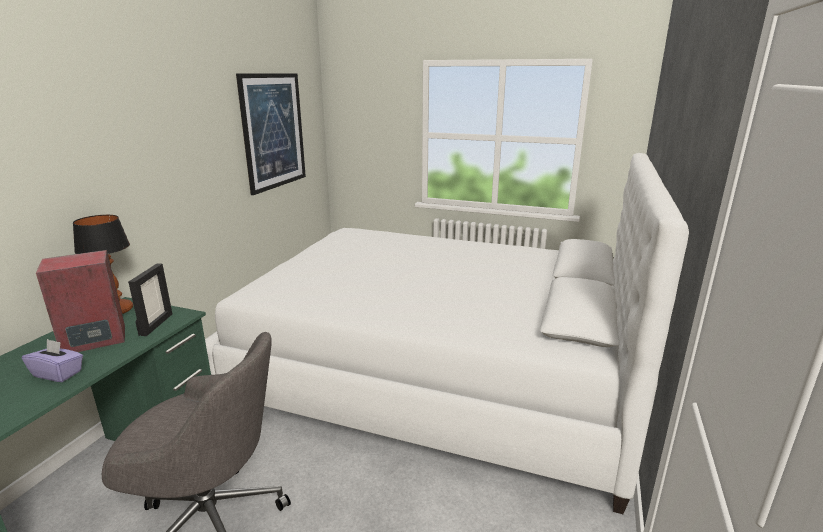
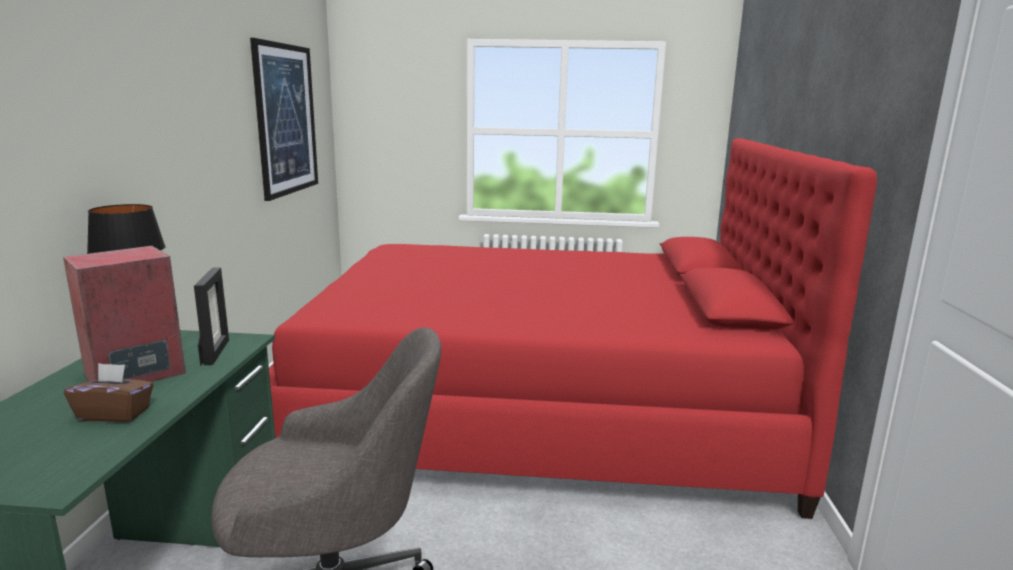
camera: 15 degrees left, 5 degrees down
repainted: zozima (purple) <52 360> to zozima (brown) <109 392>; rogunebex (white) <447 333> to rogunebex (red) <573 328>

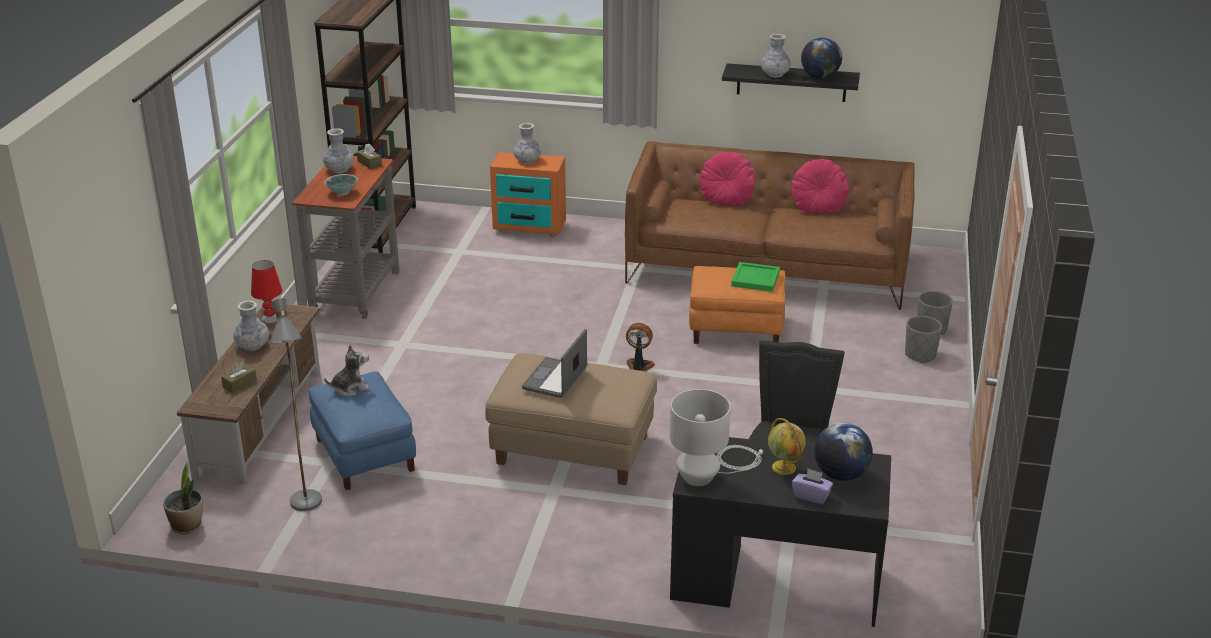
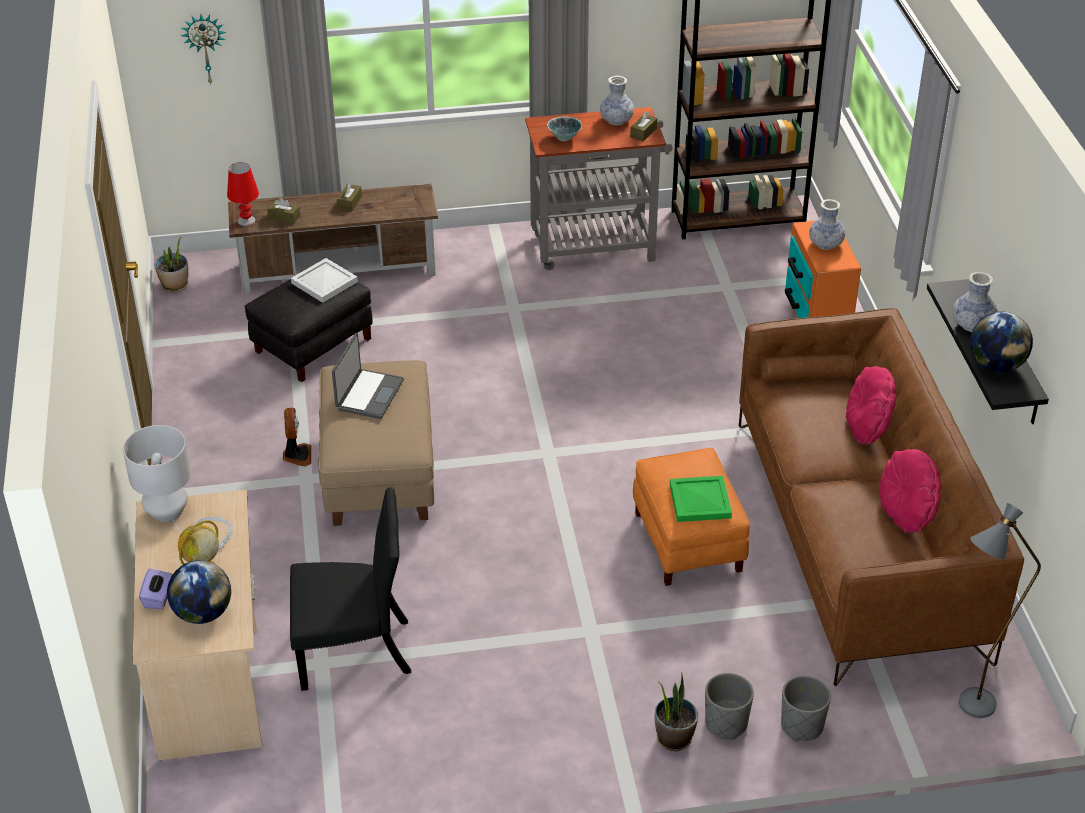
camera: 70 degrees right, 10 degrees up
new: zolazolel <203 50>; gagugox <676 712>
shifted: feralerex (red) <266 291> to <243 194>; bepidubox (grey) <295 404> to <1000 610>; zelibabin <640 347> to <297 437>
swapped: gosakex <251 325> to zozima (brown) <349 196>; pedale <347 370> to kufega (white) <324 280>
repainted: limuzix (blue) <362 430> to limuzix (black) <308 330>; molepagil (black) <780 532> to molepagil (beige) <197 625>
rotated: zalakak <554 363> = <368 376> 105 degrees clockwise

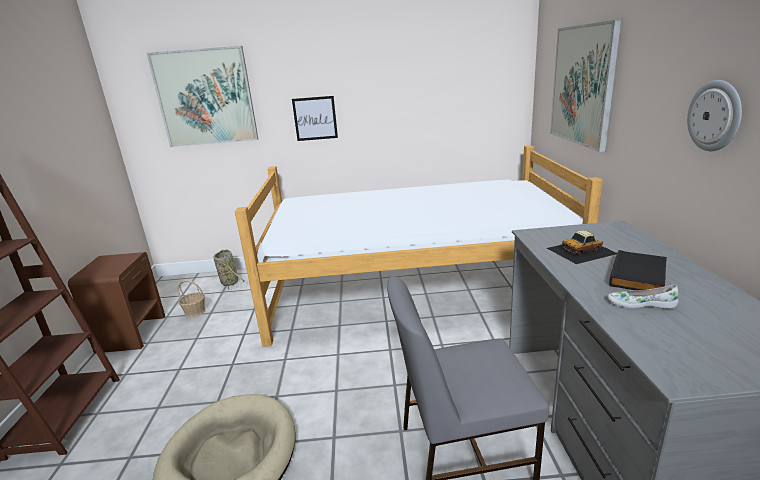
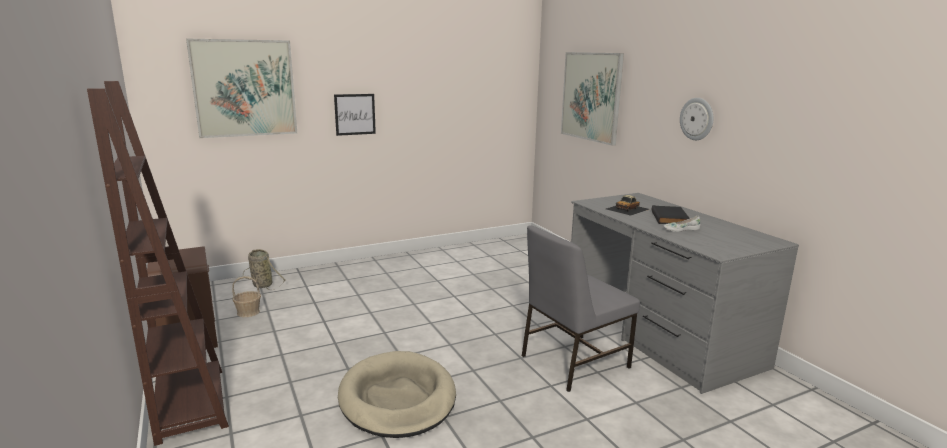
camera: 25 degrees left, 5 degrees down
gone: rogunebex <419 246>

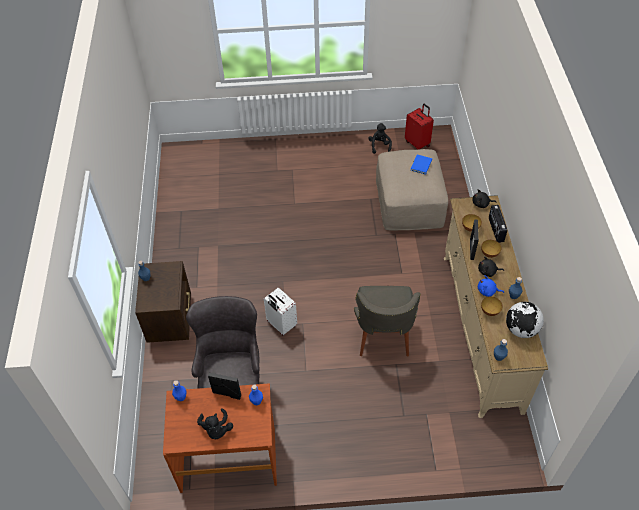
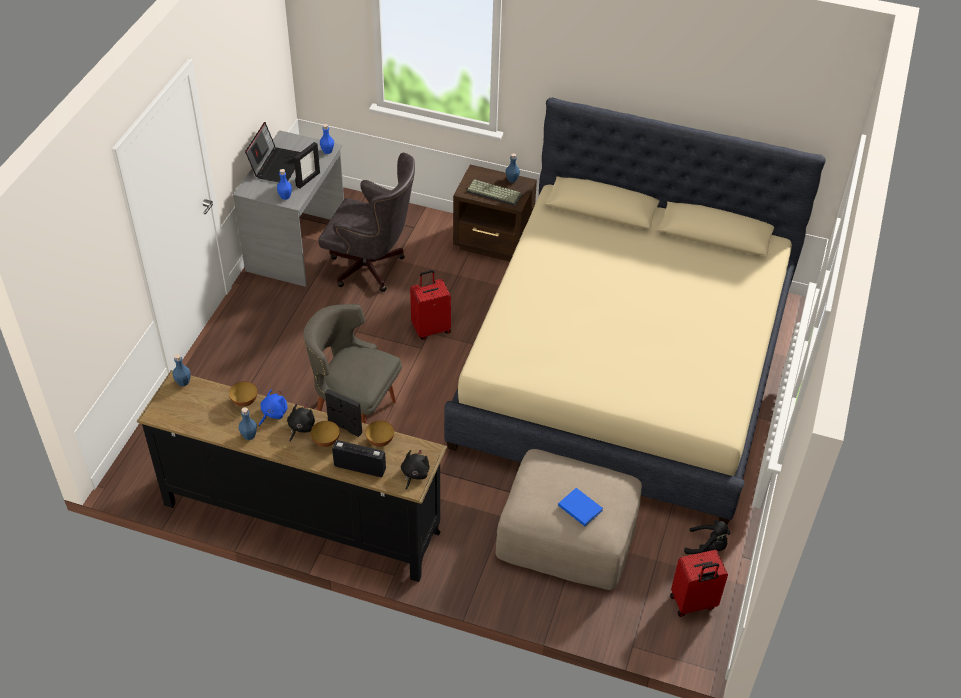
camera: 110 degrees right, 5 degrees down
gone: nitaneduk <525 320>
new: rogunebex (beige) <634 310>; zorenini <494 192>
swapped: pedale (black) <215 423> to zalakak <272 152>
repainted: molepagil (brown) <220 438> to molepagil (grey) <288 208>; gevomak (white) <280 312> to gevomak (red) <430 305>; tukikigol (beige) <496 306> to tukikigol (black) <292 476>

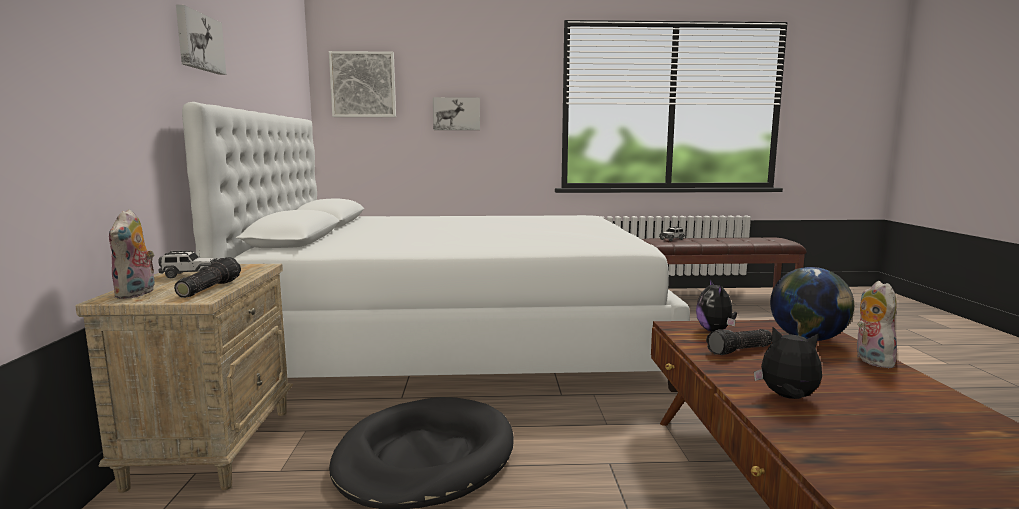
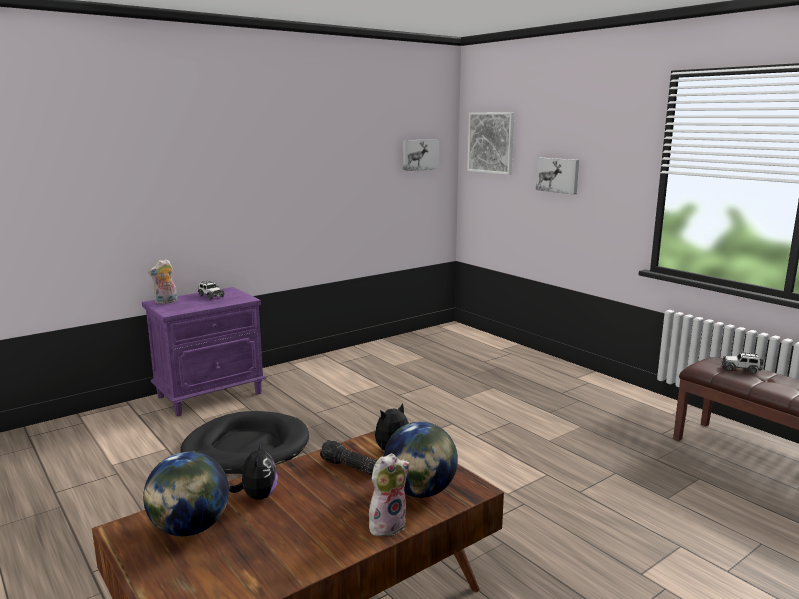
camera: 55 degrees right, 5 degrees up
gone: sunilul <207 277>; rogunebex (white) <436 247>
new: nitaneduk <186 493>
shifted: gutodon <201 40> to <421 155>
repainted: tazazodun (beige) <184 378> to tazazodun (purple) <204 351>

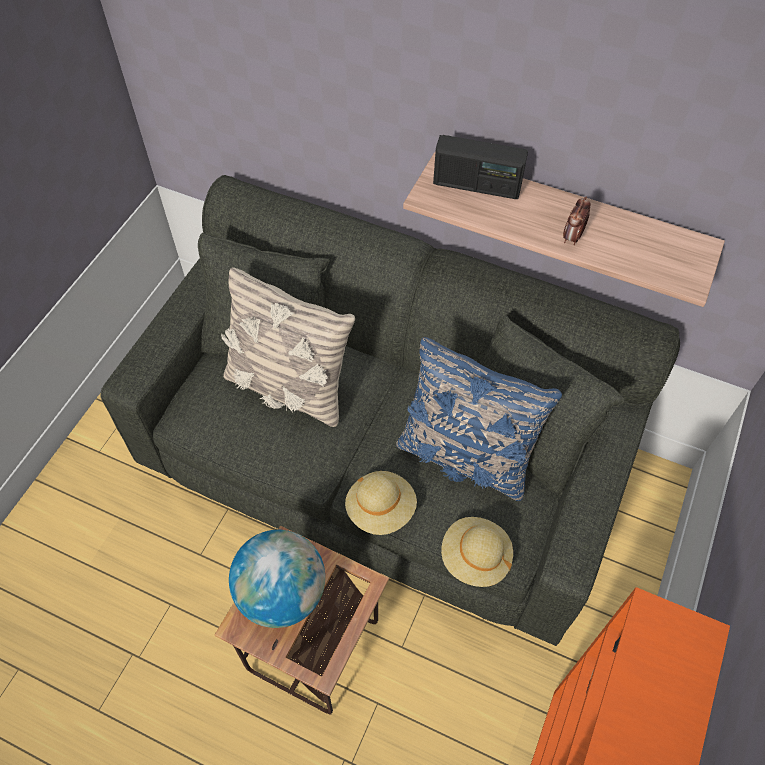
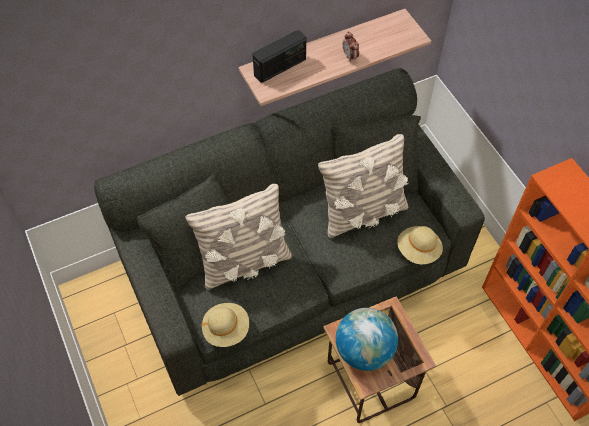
camera: 50 degrees left, 0 degrees up
shifted: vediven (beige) <381 503> to <225 325>
repainted: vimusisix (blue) <479 419> to vimusisix (beige) <363 186>

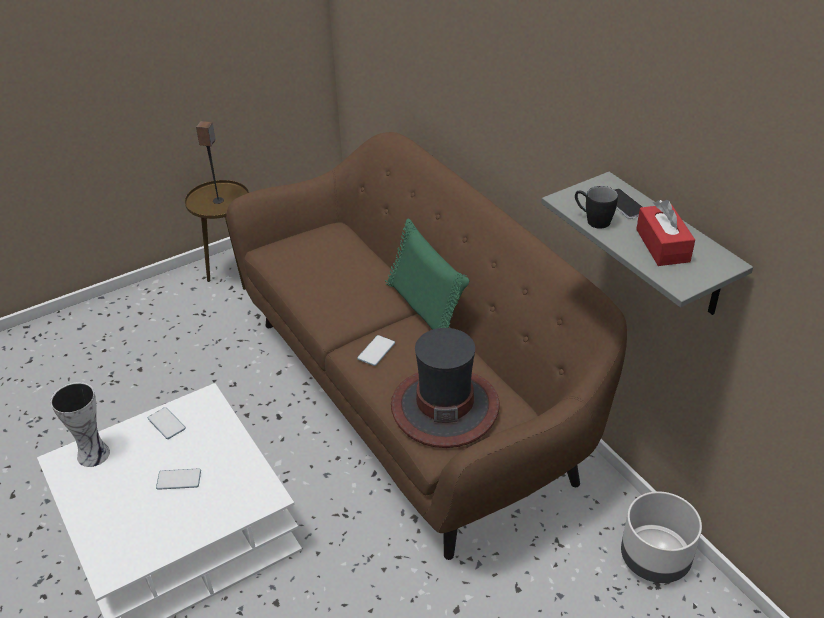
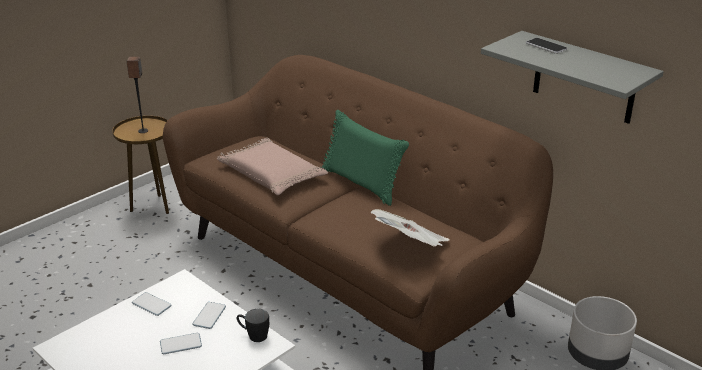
camera: 15 degrees left, 10 degrees down
gone: gosakex <80 424>; zozima (red) <665 233>
new: vimusisix (beige) <272 166>
shifted: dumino <376 350> to <209 315>; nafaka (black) <596 207> to <253 325>
swapped: vediven <445 388> to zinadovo <410 228>

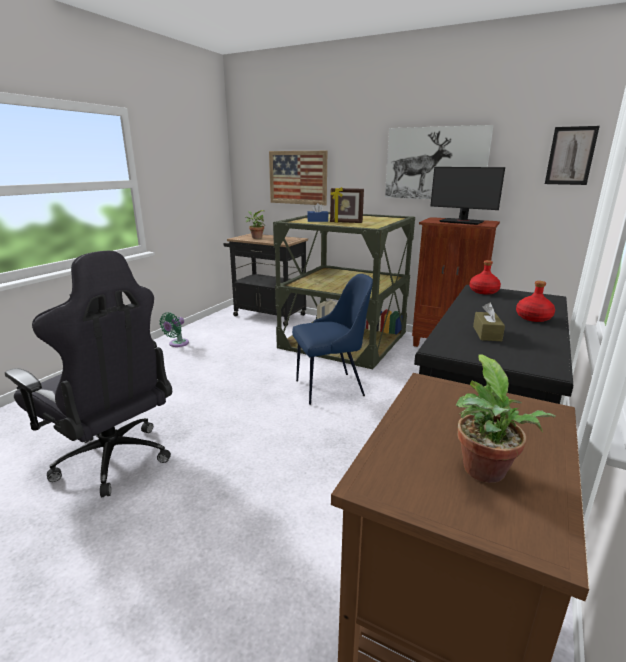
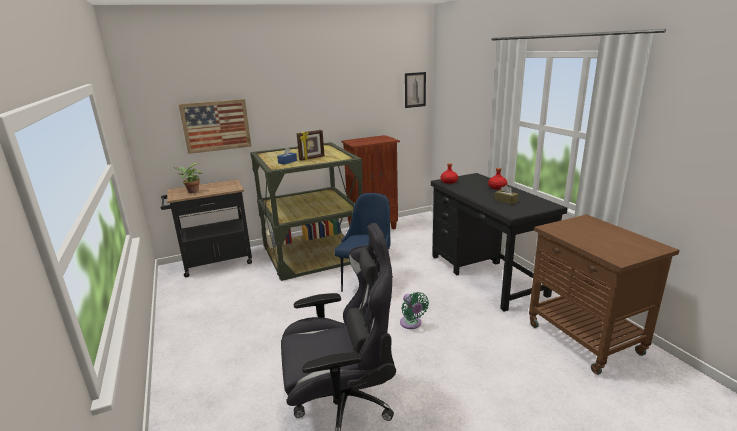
camera: 50 degrees left, 0 degrees up
gone: gutodon <439 162>; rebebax <468 196>; gagugox <506 418>
shifted: zelibabin (green) <174 329> to <414 310>

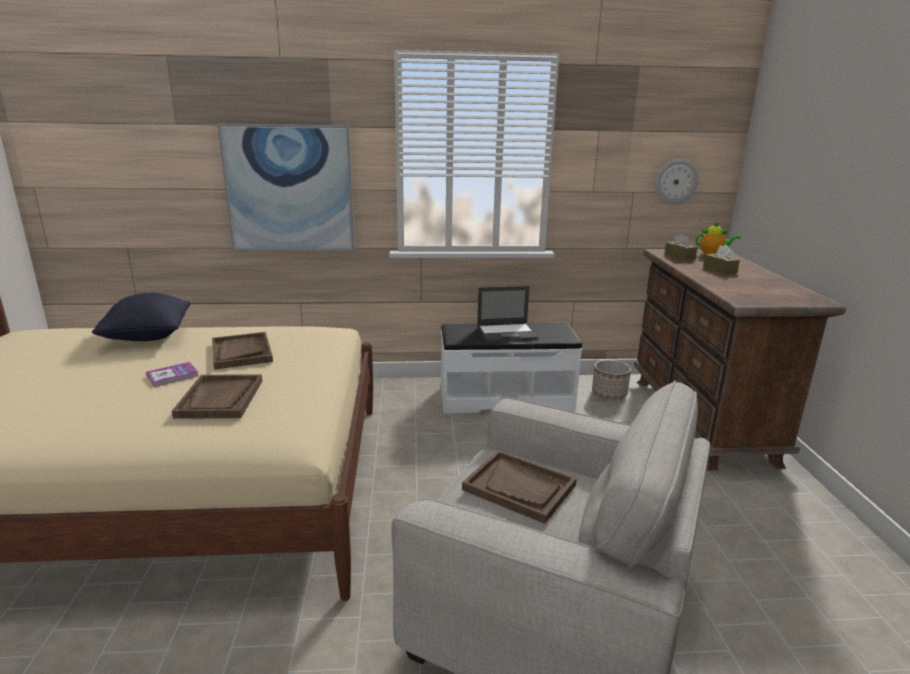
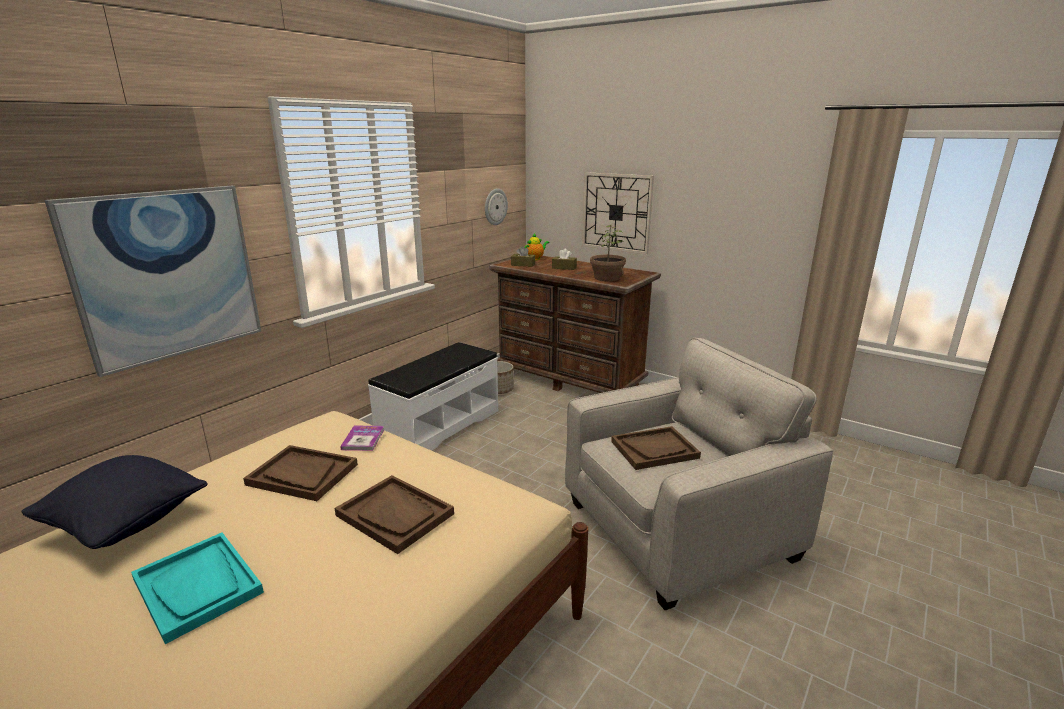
camera: 50 degrees left, 0 degrees up
gone: zalakak <507 314>
new: kufega (turquoise) <197 588>; zolazolel <618 213>; gagugox <608 253>
shifted: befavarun <172 374> to <362 438>

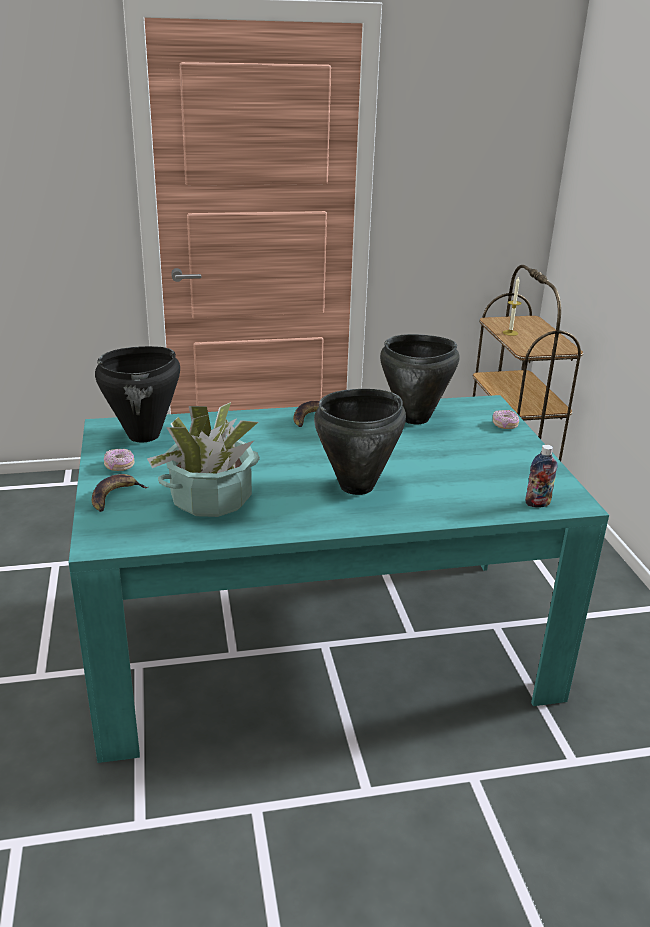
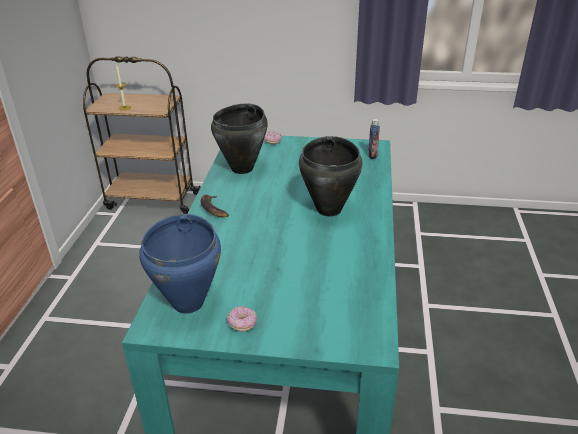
camera: 70 degrees left, 5 degrees up
gone: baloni <120 493>; gagugox <203 459>
repainted: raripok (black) <137 394> to raripok (blue) <180 264>

